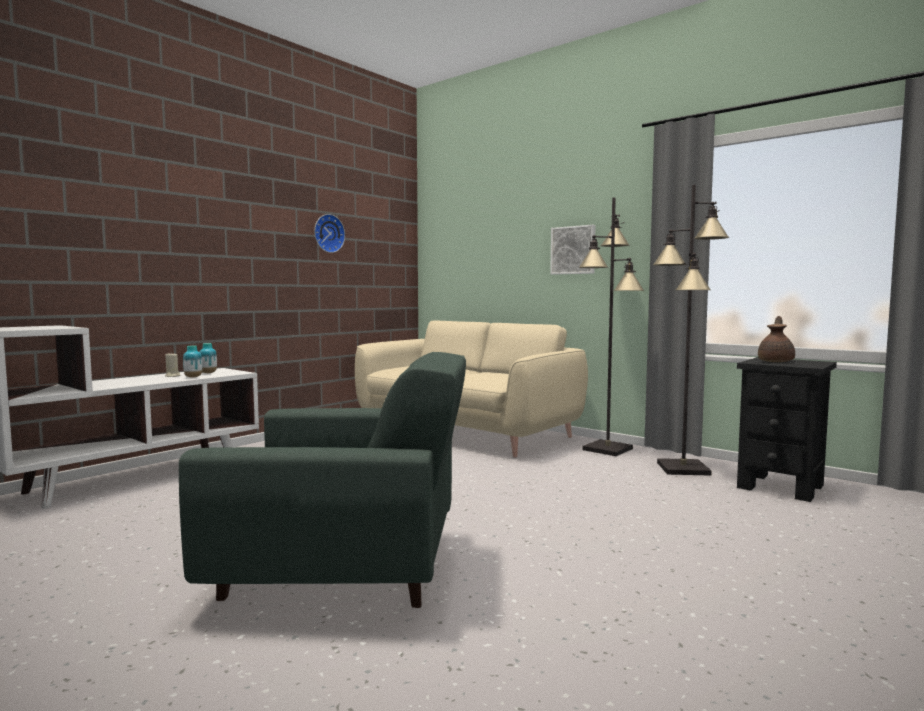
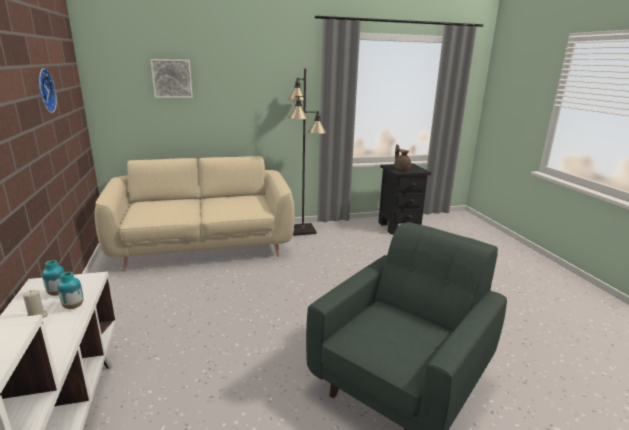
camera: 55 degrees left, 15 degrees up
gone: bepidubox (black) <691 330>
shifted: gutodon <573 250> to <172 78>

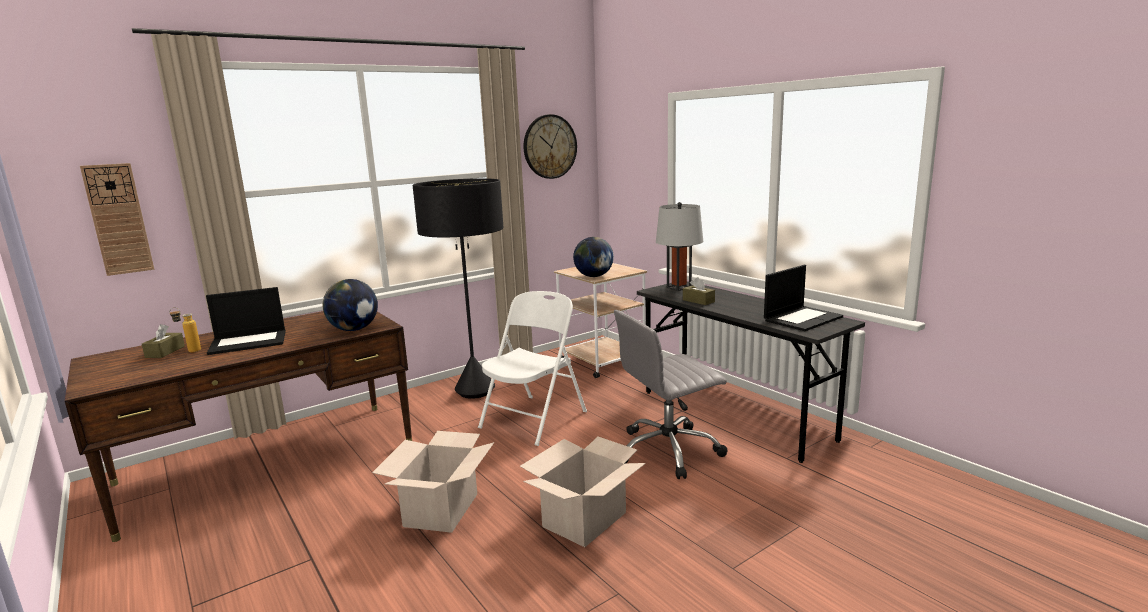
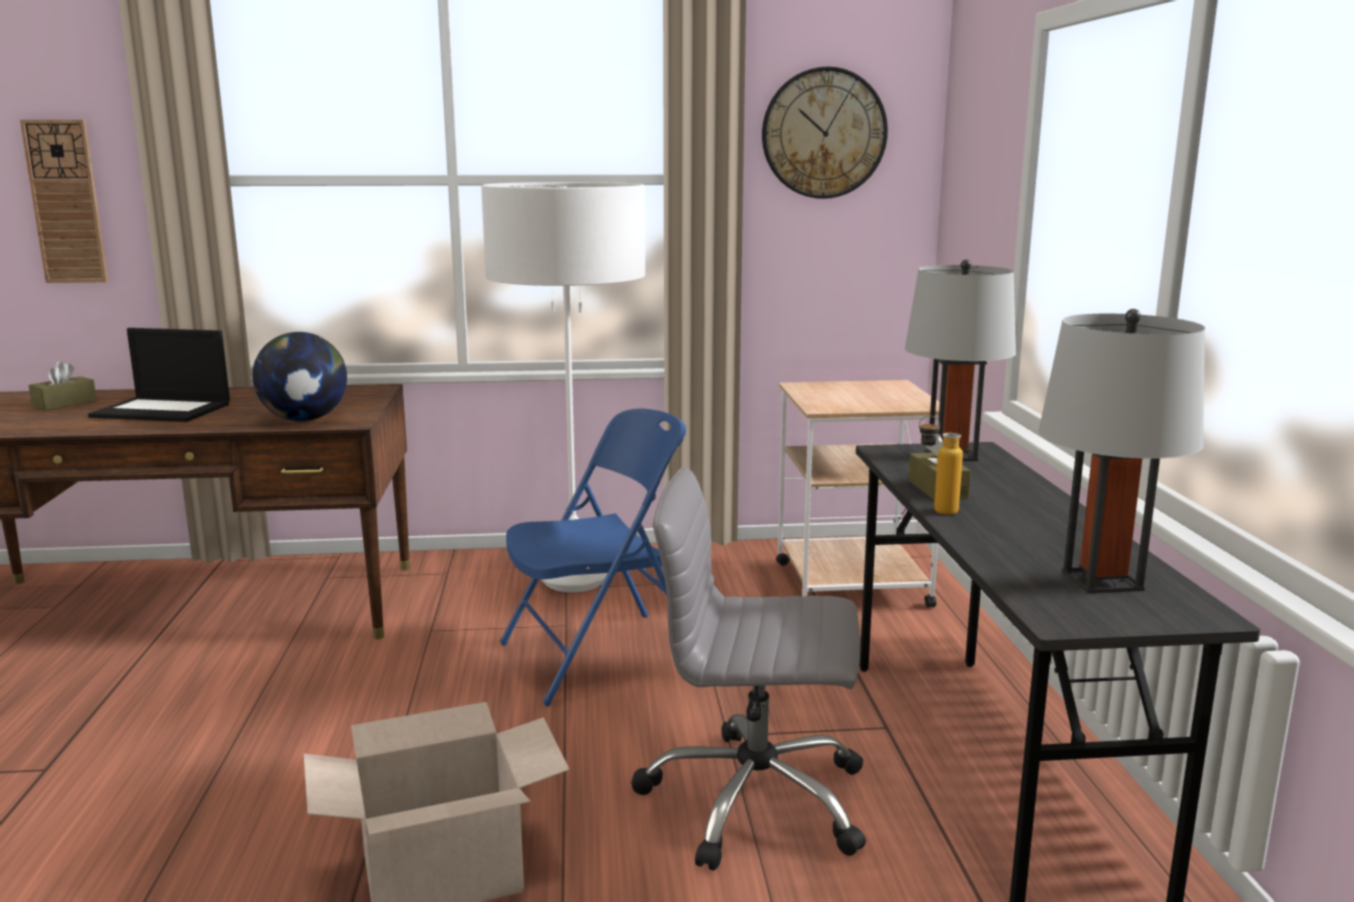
camera: 30 degrees right, 0 degrees up
gone: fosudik <433 482>; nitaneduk <593 257>
shifted: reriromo <185 330> to <941 465>
swapped: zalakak <803 298> to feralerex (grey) <1121 451>
repainted: bepidubox (black) <458 288> to bepidubox (white) <563 387>; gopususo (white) <532 368> to gopususo (blue) <593 558>

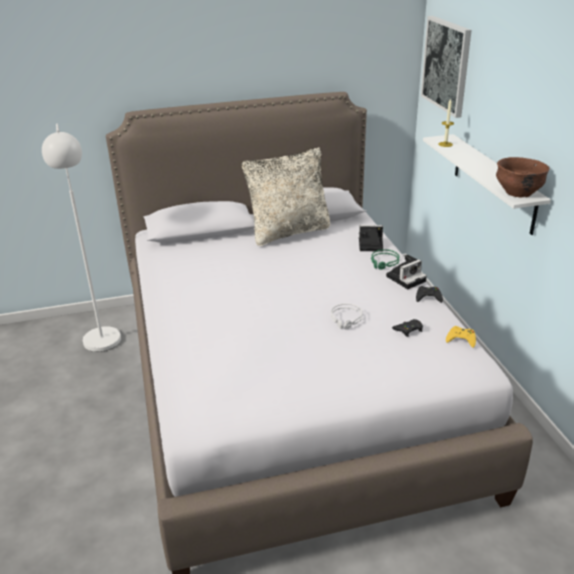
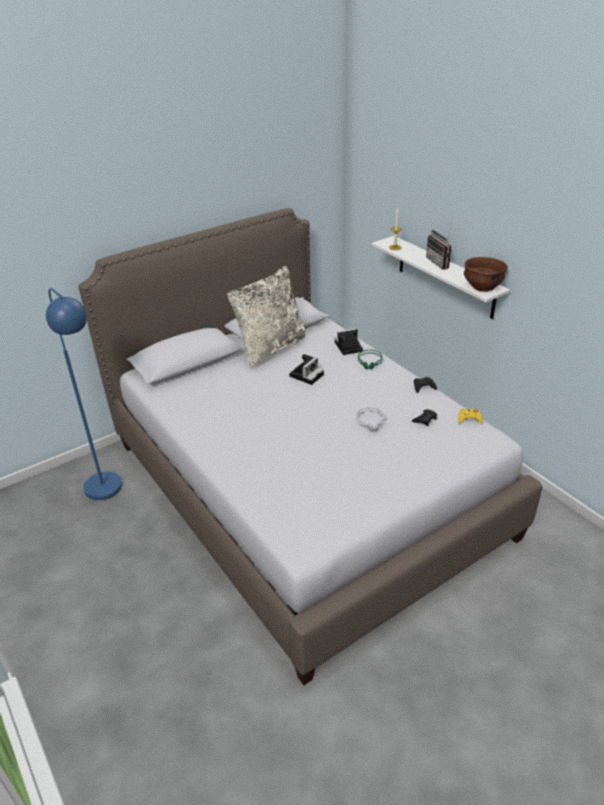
camera: 20 degrees left, 5 degrees up
gone: gutodon <446 67>
new: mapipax <439 247>
shifted: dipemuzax <406 272> to <306 369>
repainted: bepidubox (white) <81 238> to bepidubox (blue) <84 394>

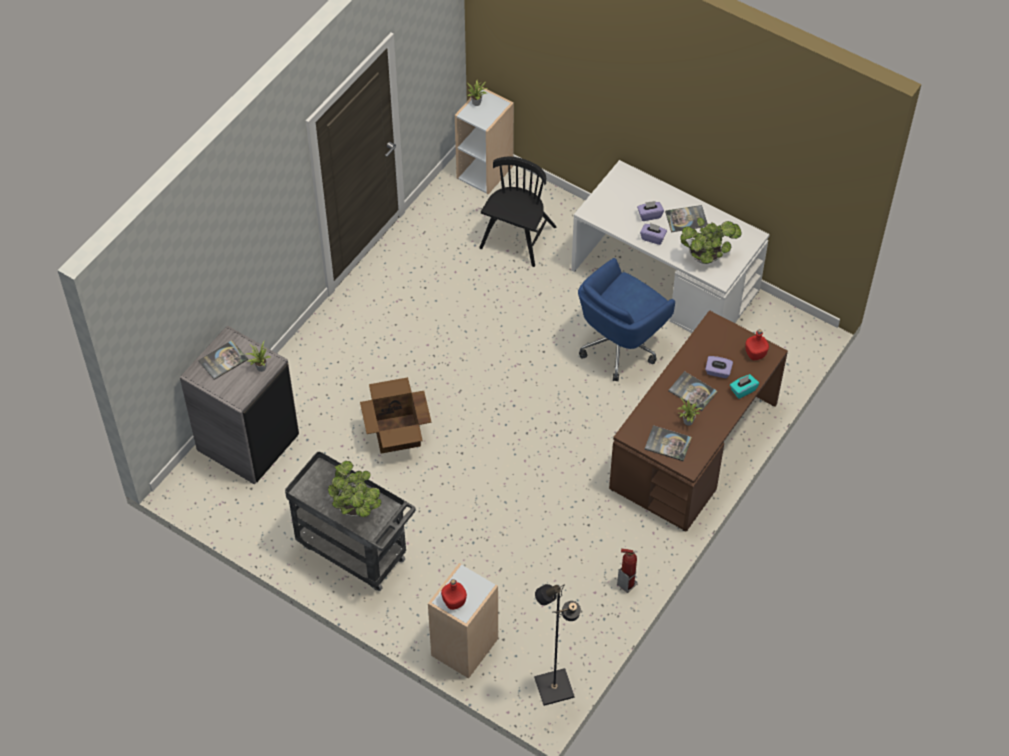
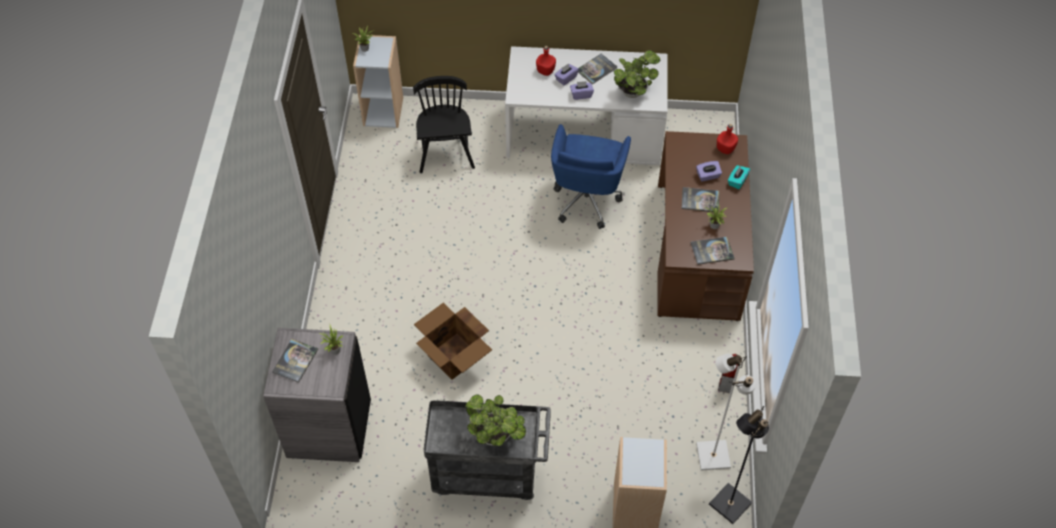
camera: 30 degrees left, 0 degrees up
new: bepidubox (white) <726 411>
shifted: reriromo (red) <454 594> to <546 61>

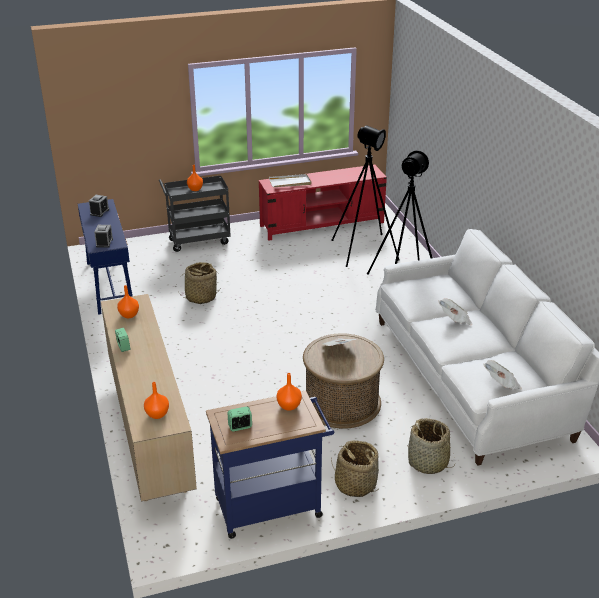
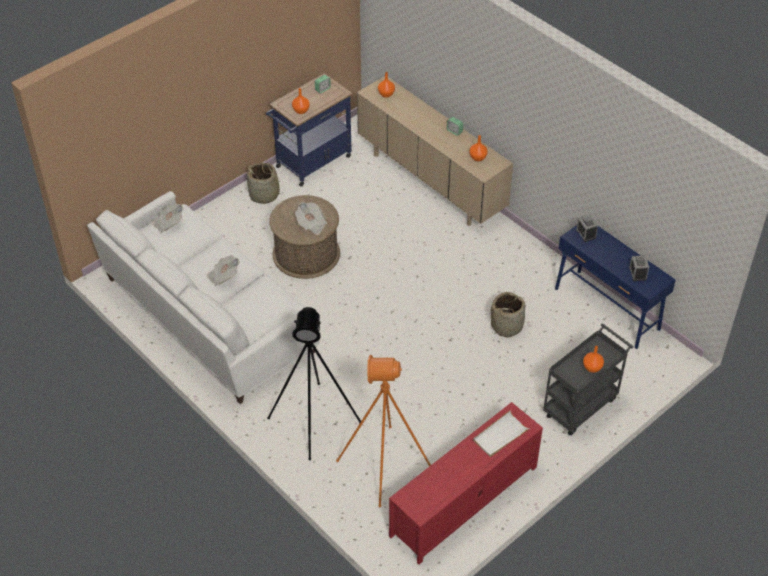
camera: 155 degrees right, 15 degrees up
gone: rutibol <431 446>
repainted: bepidubox (black) <365 196> to bepidubox (orange) <383 431>

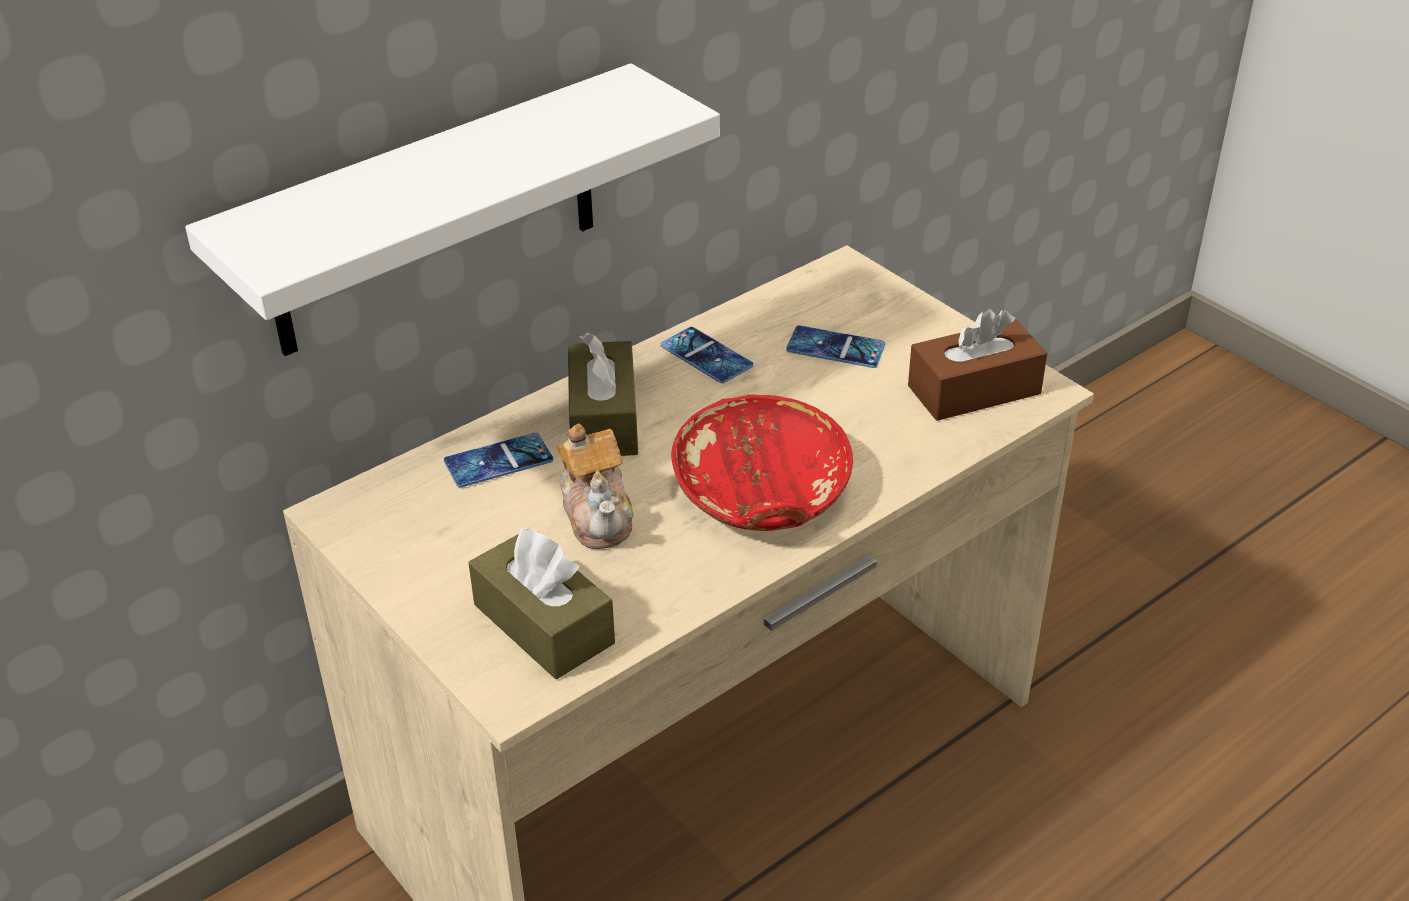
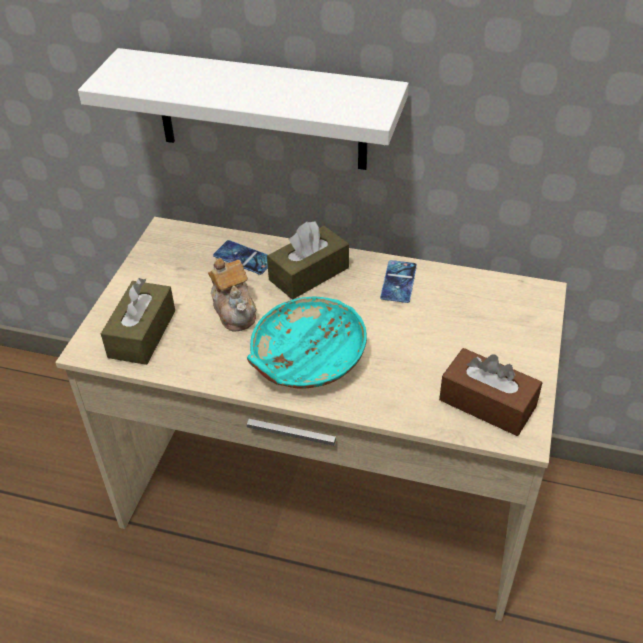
camera: 55 degrees right, 5 degrees up
gone: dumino <835 346>
repainted: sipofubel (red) <762 463> to sipofubel (turquoise) <307 343>
rotated: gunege <595 486> = <232 295> 60 degrees counterclockwise

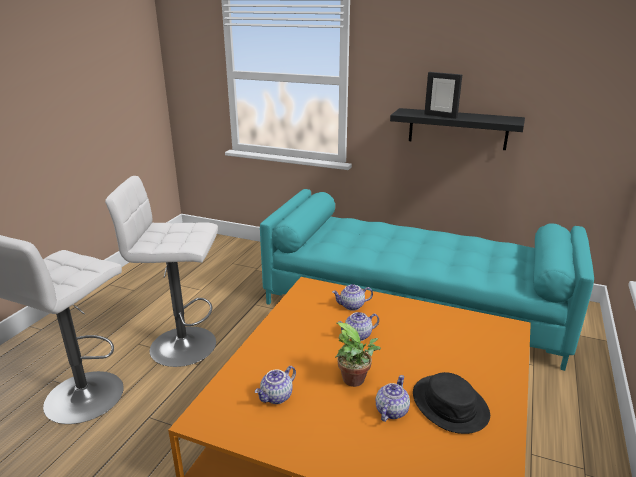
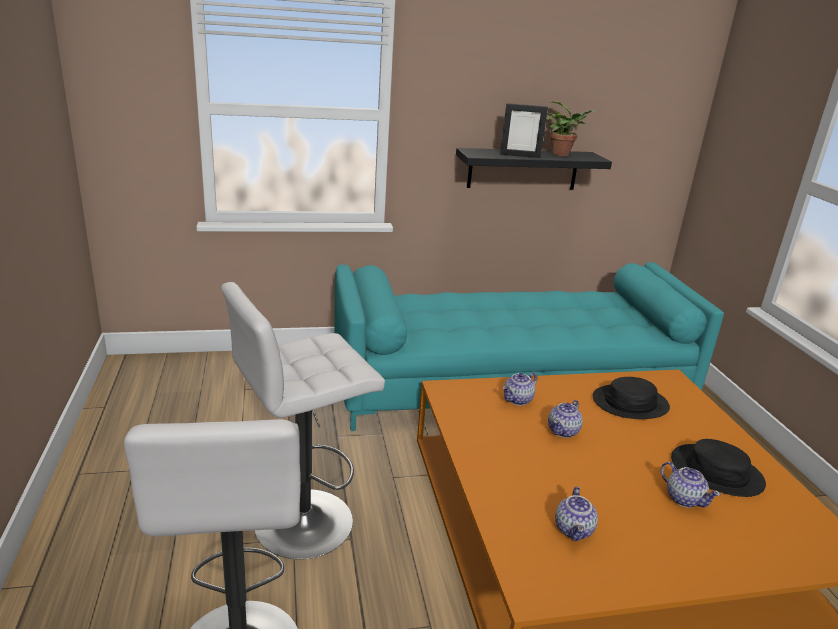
camera: 35 degrees left, 0 degrees up
new: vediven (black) <631 398>
shifted: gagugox <358 354> to <570 128>
rotated: gunege <393 398> = <690 485> 150 degrees clockwise

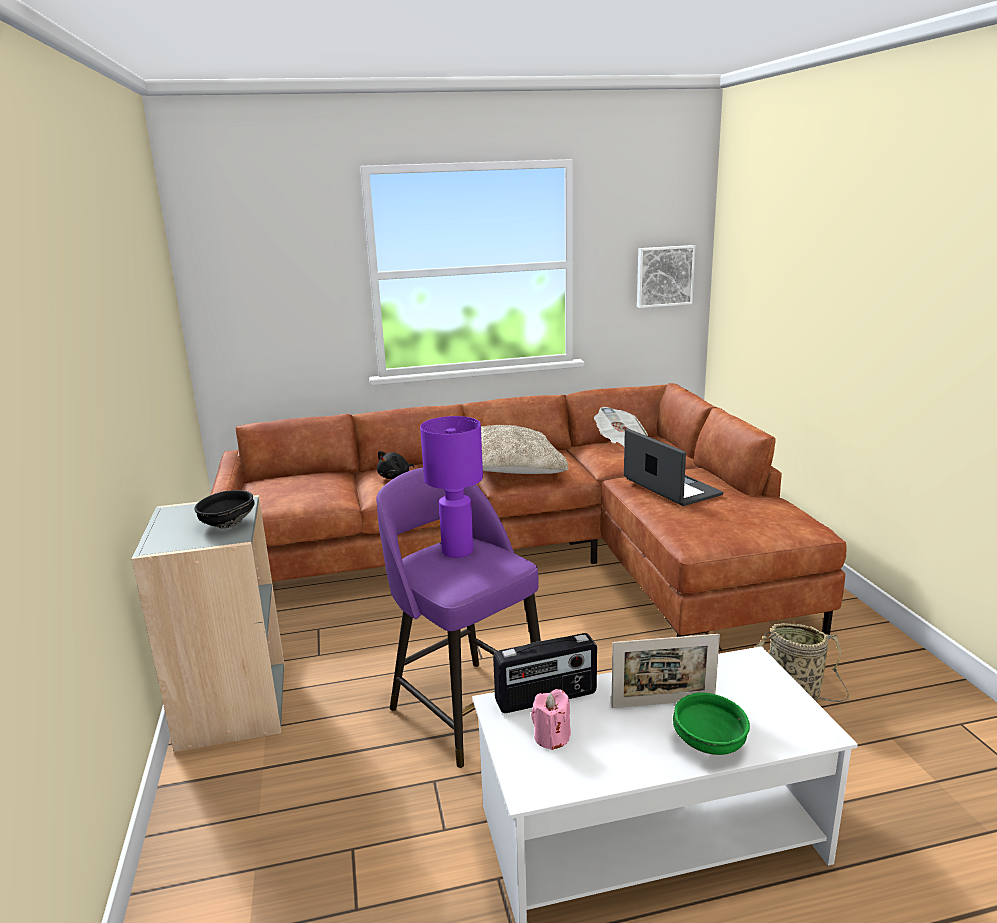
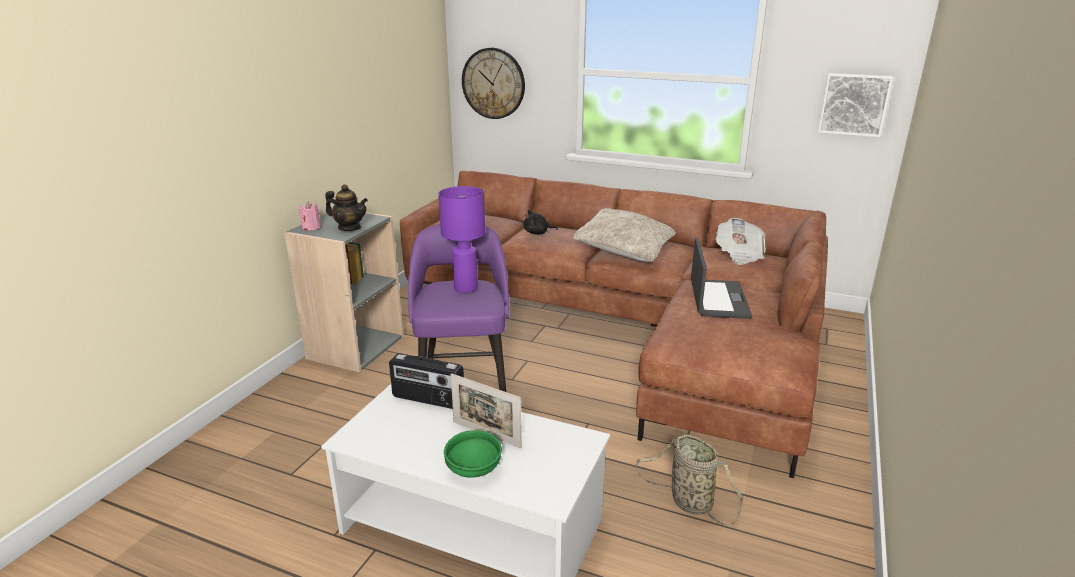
camera: 35 degrees right, 5 degrees up
new: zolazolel <493 83>
shifted: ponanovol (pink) <551 719> to <310 216>
swapped: sipofubel (black) <224 509> to gunege <346 208>

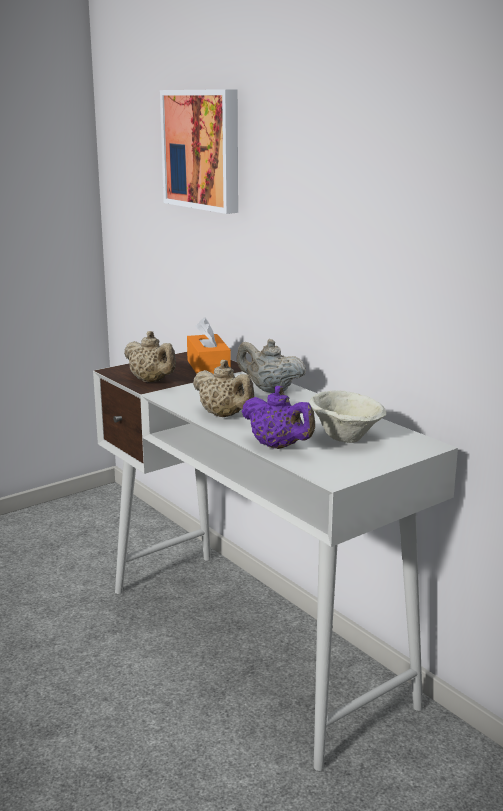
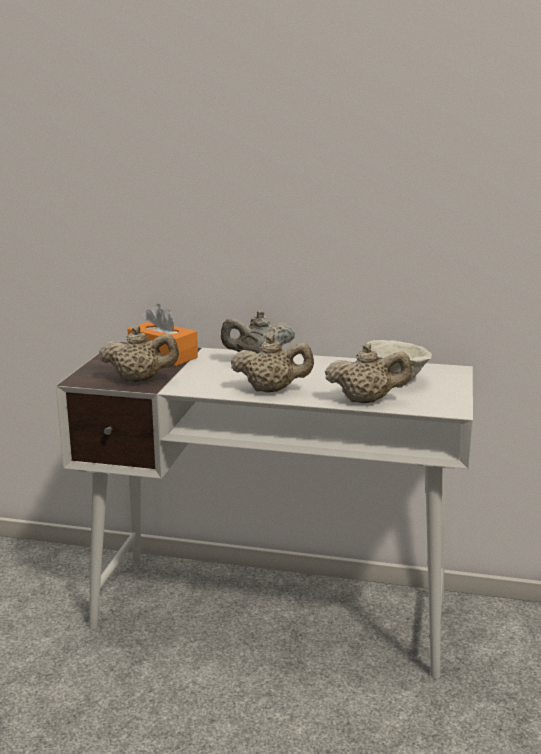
camera: 40 degrees left, 0 degrees up
gone: gutodon <199 151>
repainted: gunege (purple) <278 417> to gunege (beige) <368 373>

